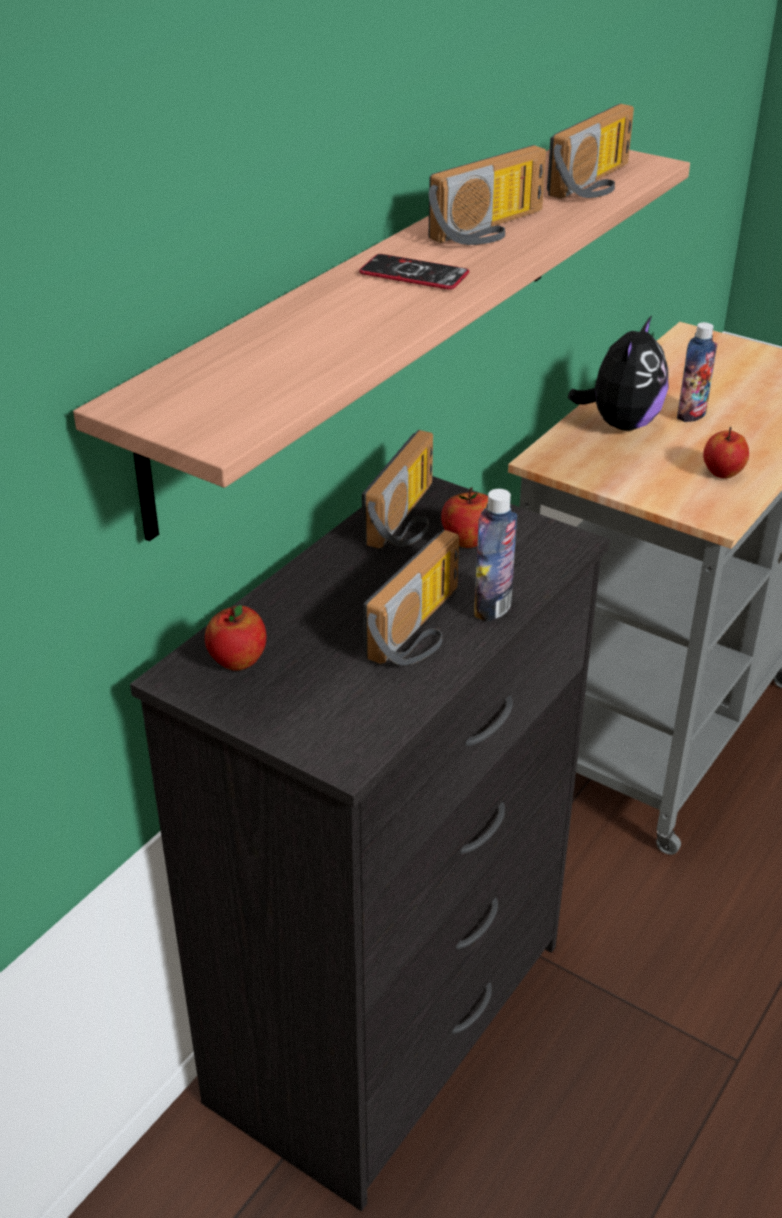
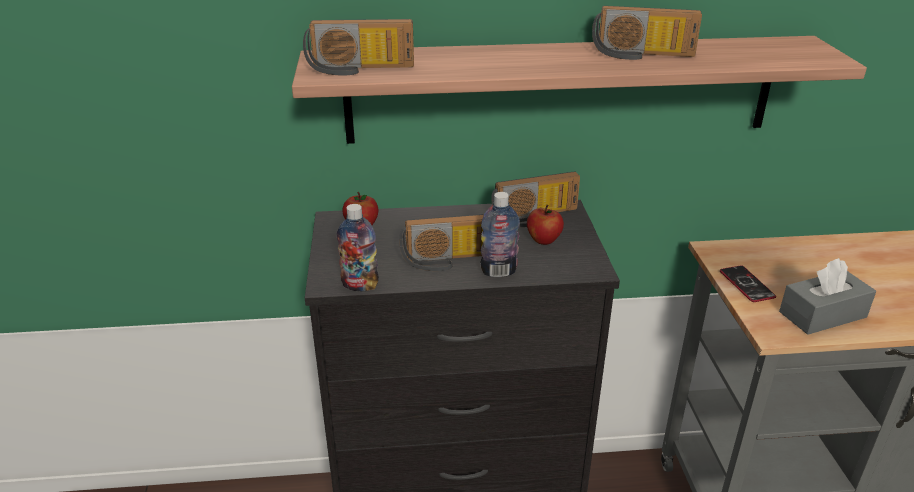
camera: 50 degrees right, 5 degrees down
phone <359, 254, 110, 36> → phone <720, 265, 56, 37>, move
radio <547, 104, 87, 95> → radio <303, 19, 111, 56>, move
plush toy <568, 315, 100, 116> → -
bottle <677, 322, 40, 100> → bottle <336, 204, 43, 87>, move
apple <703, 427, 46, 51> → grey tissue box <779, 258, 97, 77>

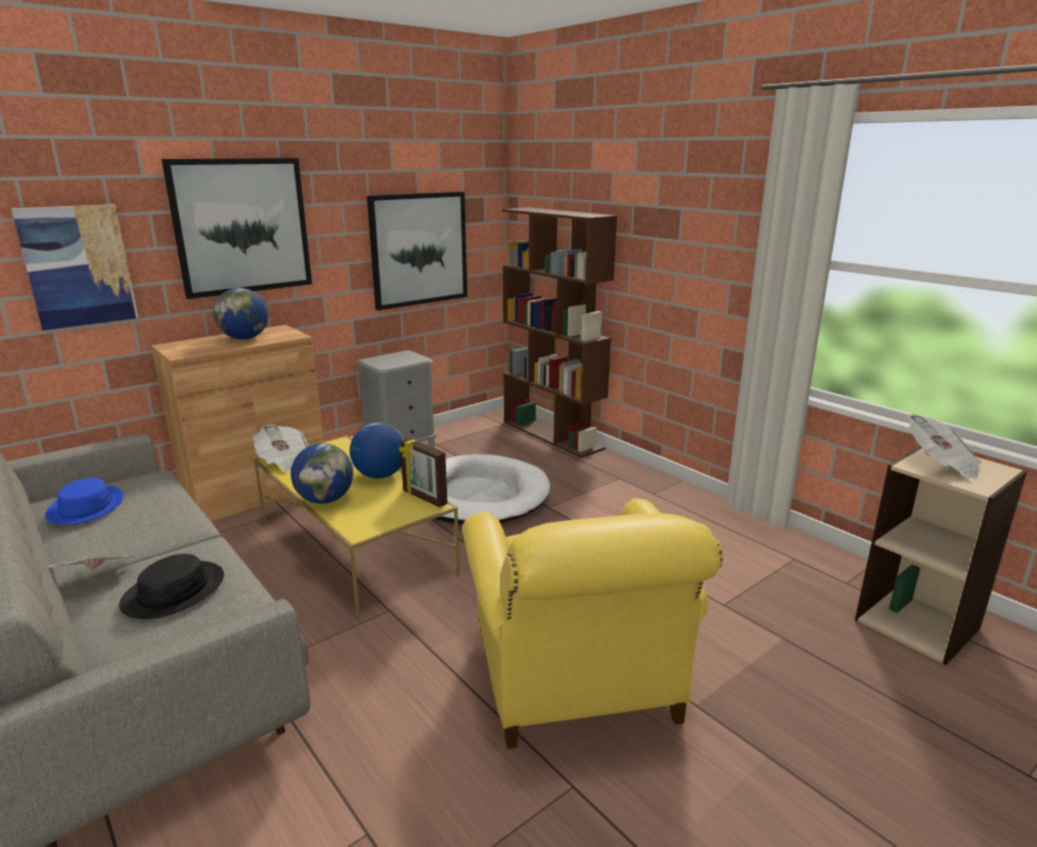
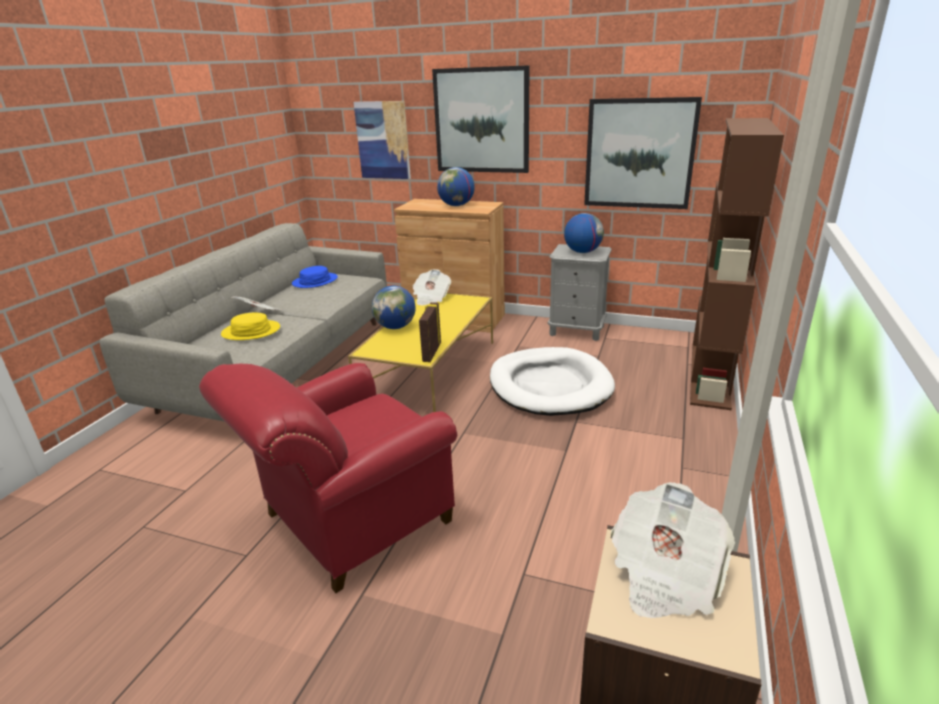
camera: 60 degrees right, 5 degrees up
black hat <119, 554, 105, 65> → yellow hat <221, 313, 59, 27>
globe <350, 422, 54, 56> → globe <564, 213, 40, 40>, move
yellow armchair <462, 498, 261, 251> → red armchair <199, 363, 258, 230>

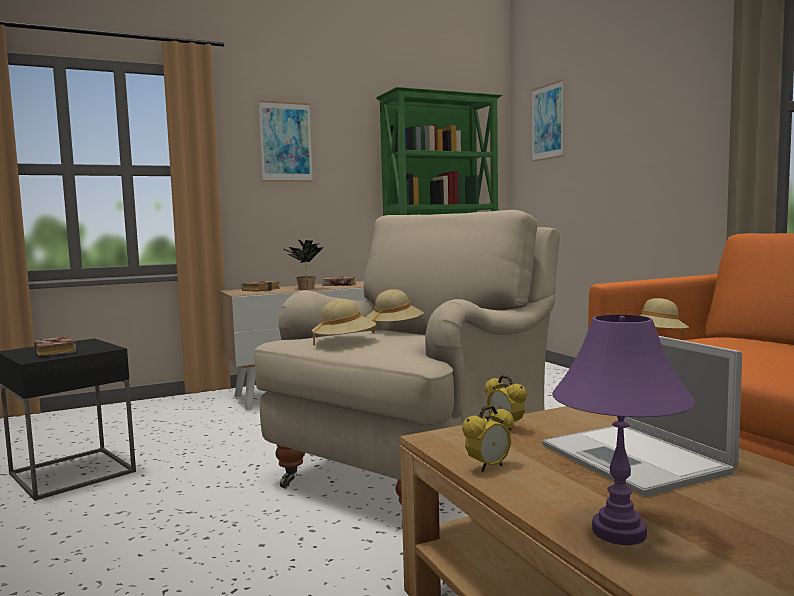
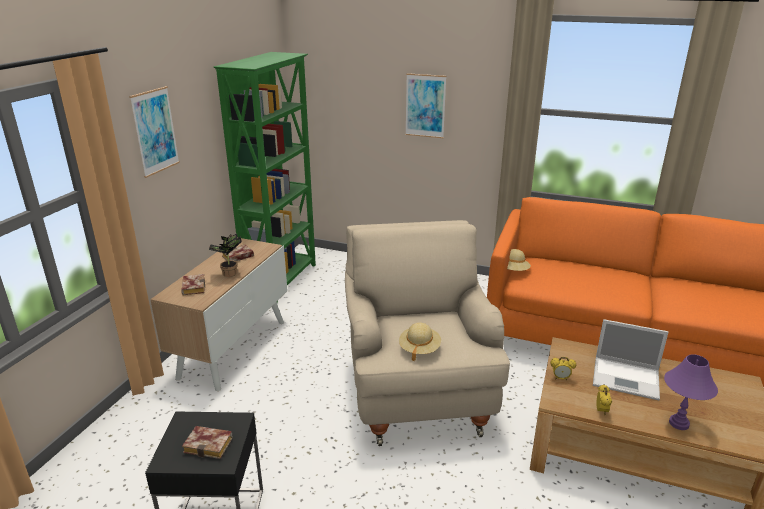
camera: 45 degrees left, 20 degrees up
beige hat <366, 289, 58, 44> → -
picture <532, 79, 32, 83> → picture <405, 73, 41, 65>, move

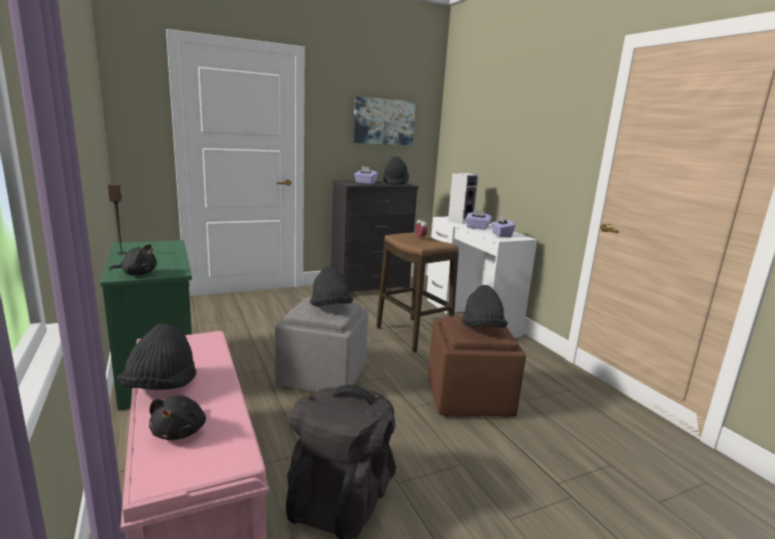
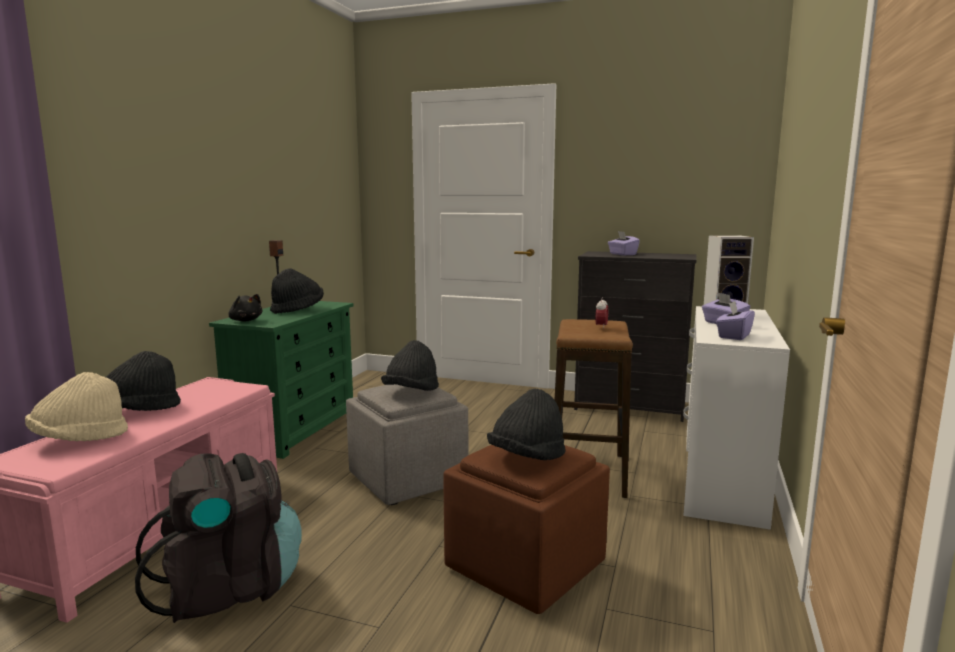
camera: 45 degrees right, 5 degrees down
black plush toy <149, 395, 57, 45> → beige hat <25, 372, 103, 69>
picture <353, 96, 63, 50> → -
black hat <383, 156, 26, 29> → black hat <270, 268, 54, 46>, move

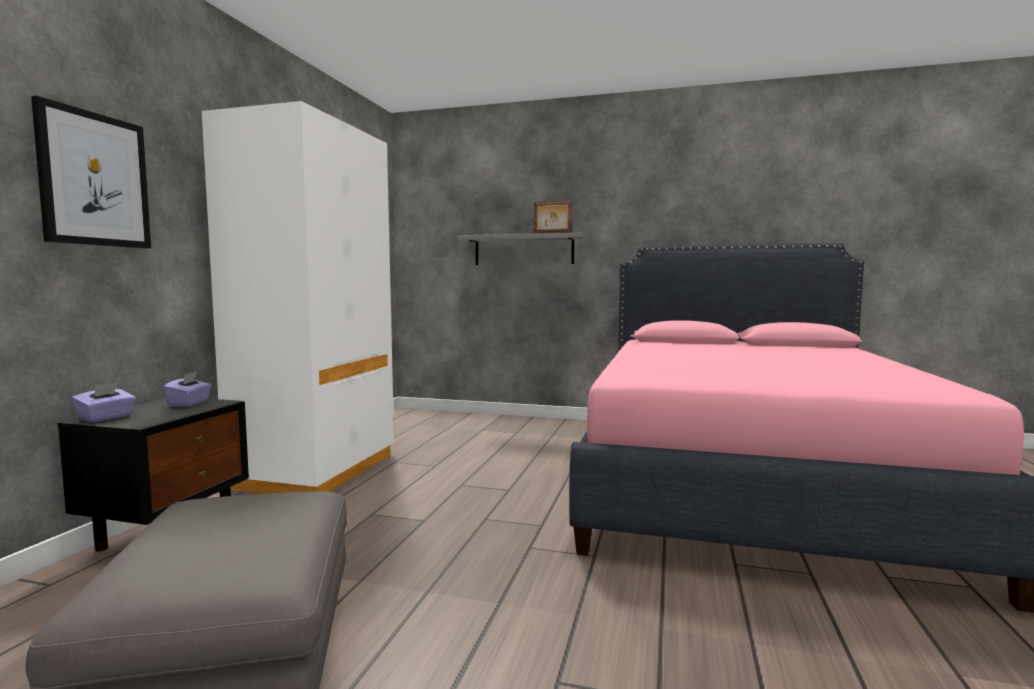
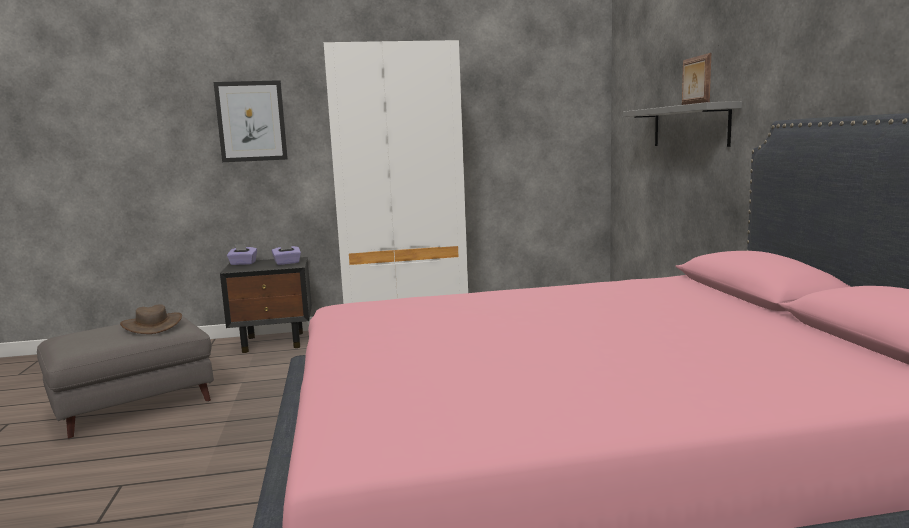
camera: 65 degrees right, 5 degrees up
- → brown hat <120, 304, 62, 30>

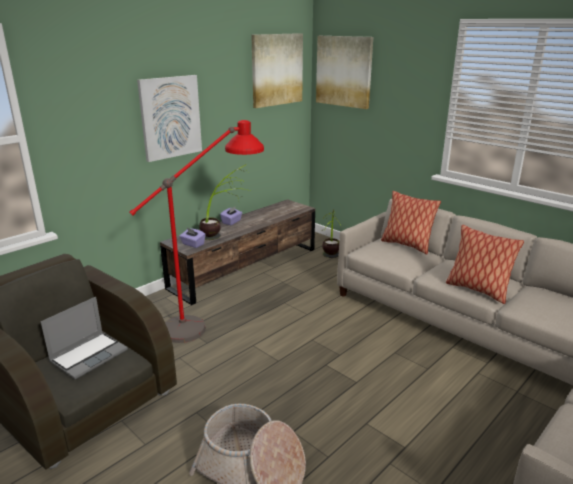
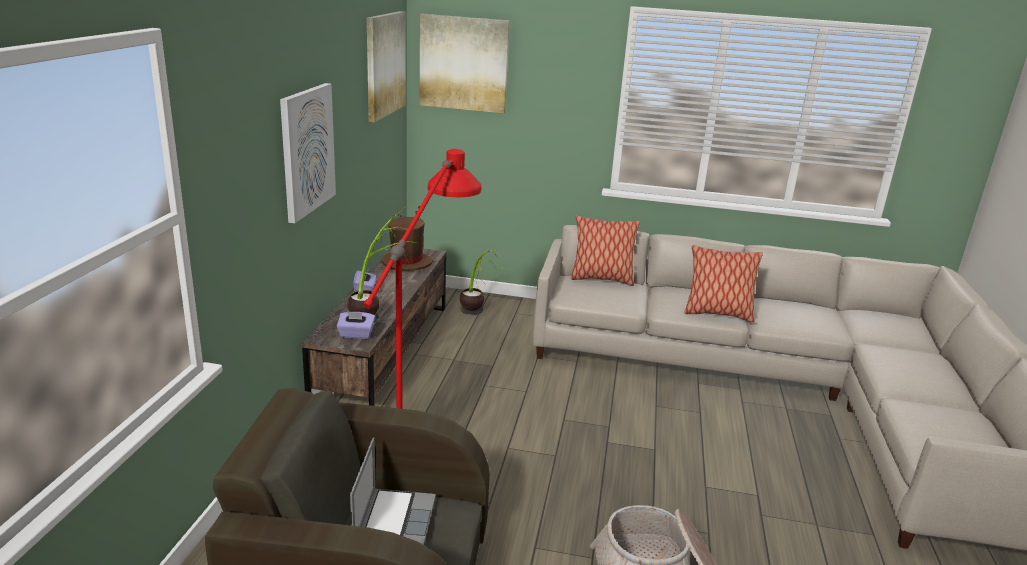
camera: 35 degrees left, 0 degrees up
- → brown hat <381, 217, 52, 54>

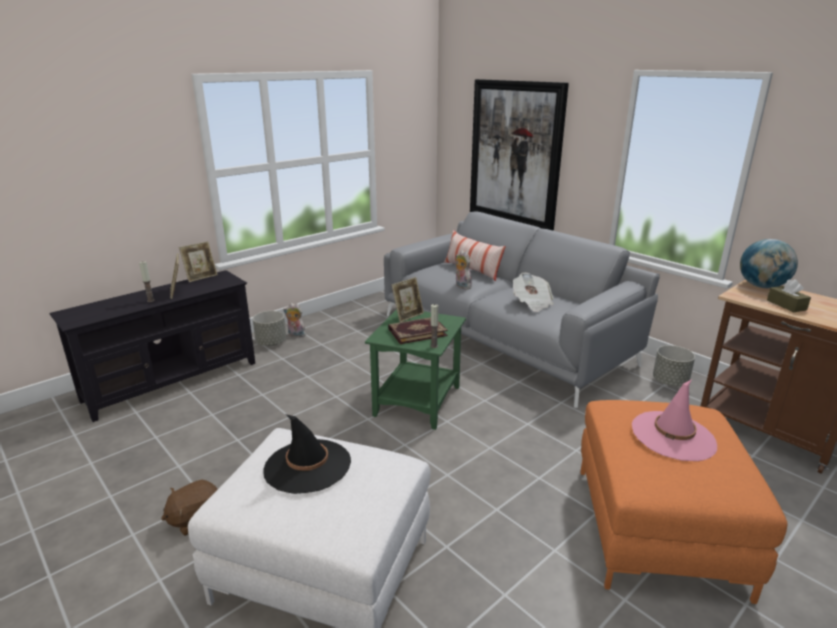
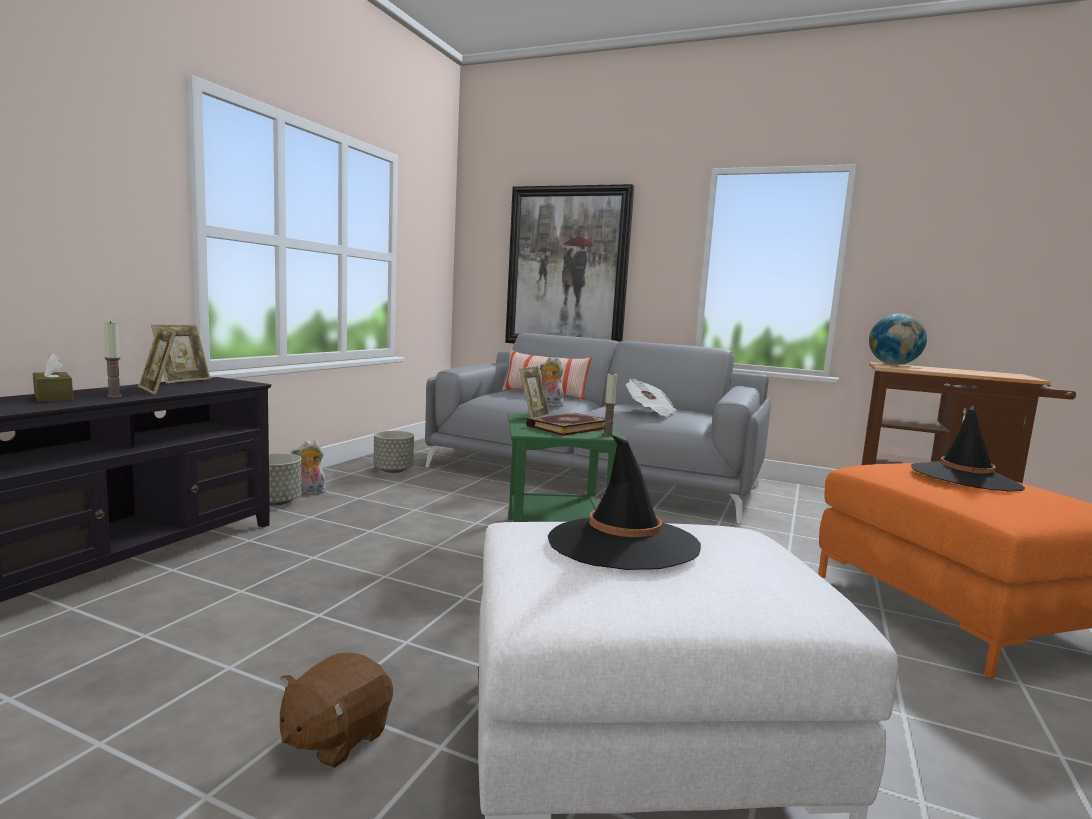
camera: 25 degrees left, 15 degrees down
pink hat <632, 380, 85, 81> → black hat <911, 405, 114, 87>
grey planter <653, 345, 42, 41> → grey planter <374, 431, 40, 42>, move
brown tissue box <767, 279, 44, 33> → brown tissue box <33, 354, 40, 48>, move

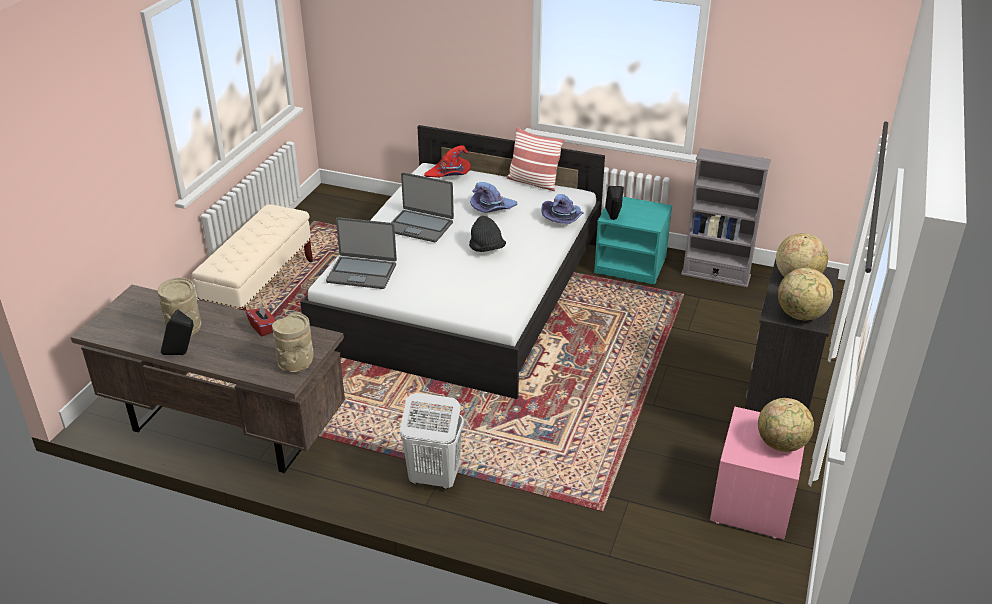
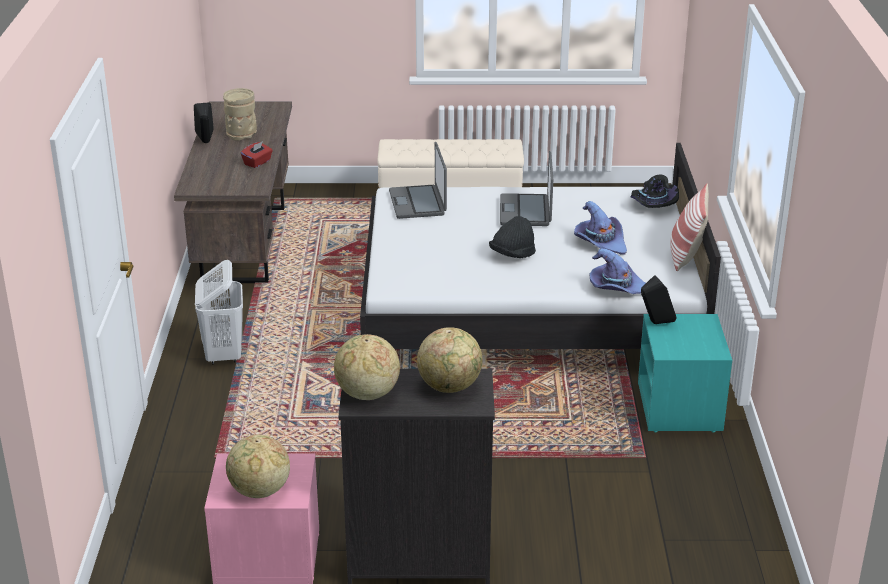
camera: 70 degrees right, 5 degrees down
beige vase <272, 312, 41, 61> → -
red hat <424, 145, 47, 33> → black hat <630, 174, 49, 34>
grey bookcase <681, 148, 90, 139> → -

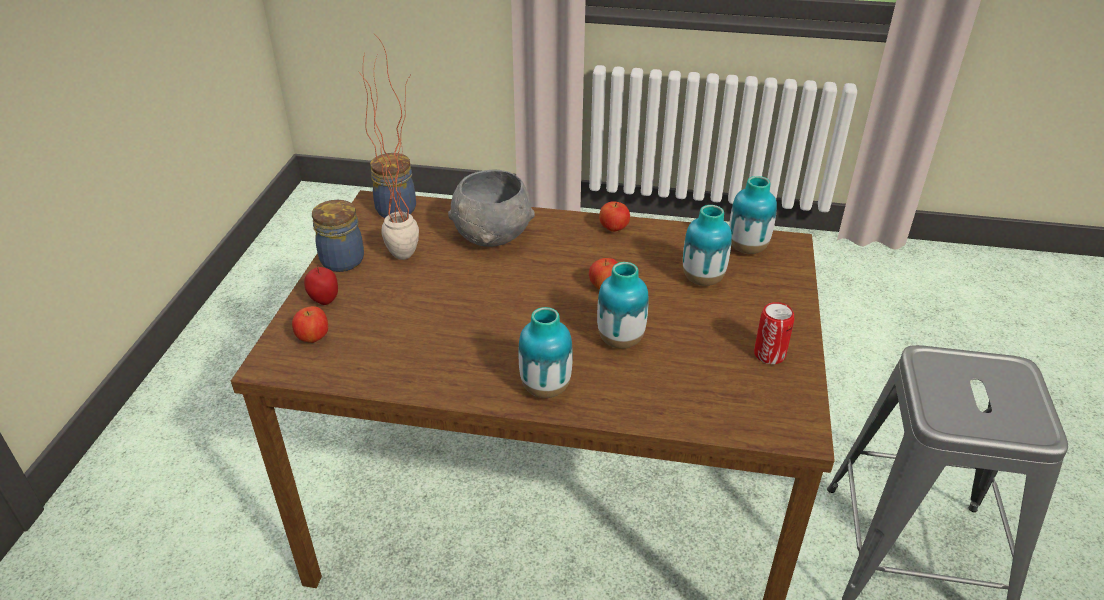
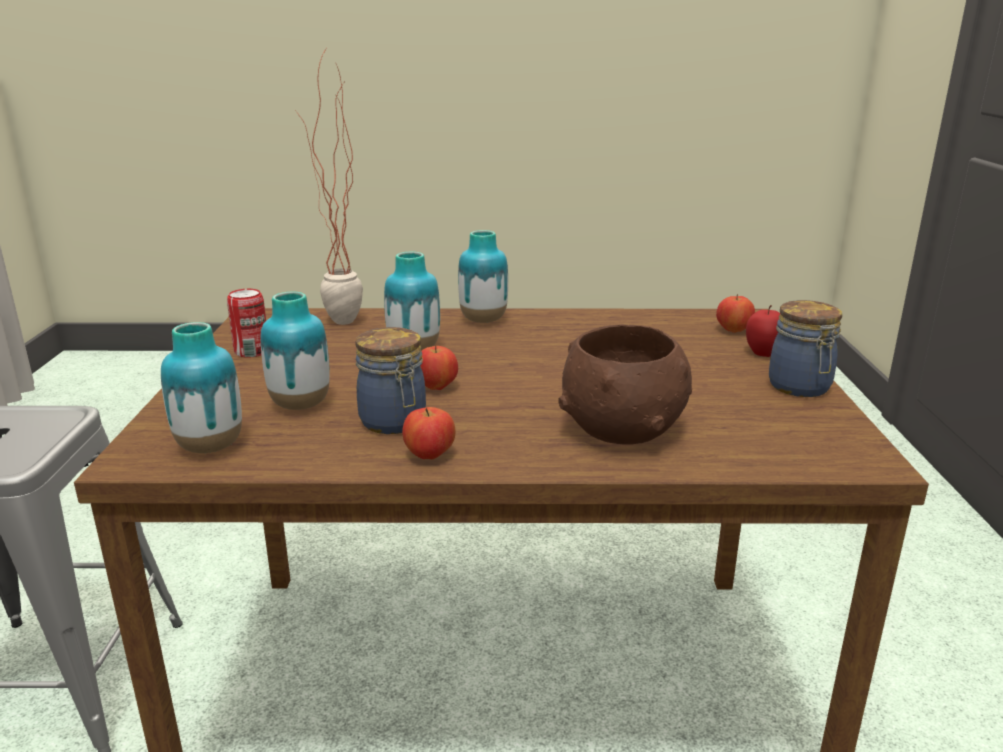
camera: 170 degrees right, 15 degrees down
potted plant <359, 32, 60, 228> → potted plant <295, 49, 68, 276>, move
jar <370, 153, 46, 65> → jar <355, 327, 71, 107>, move
grey bowl <448, 169, 87, 78> → brown bowl <558, 324, 134, 121>

